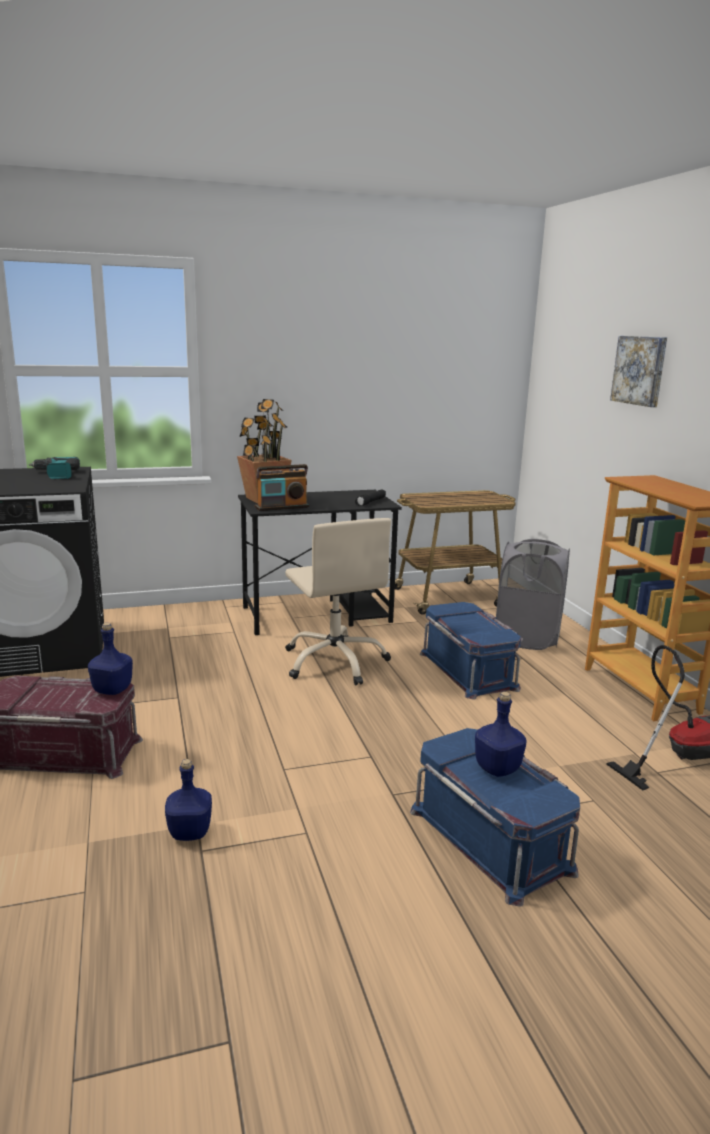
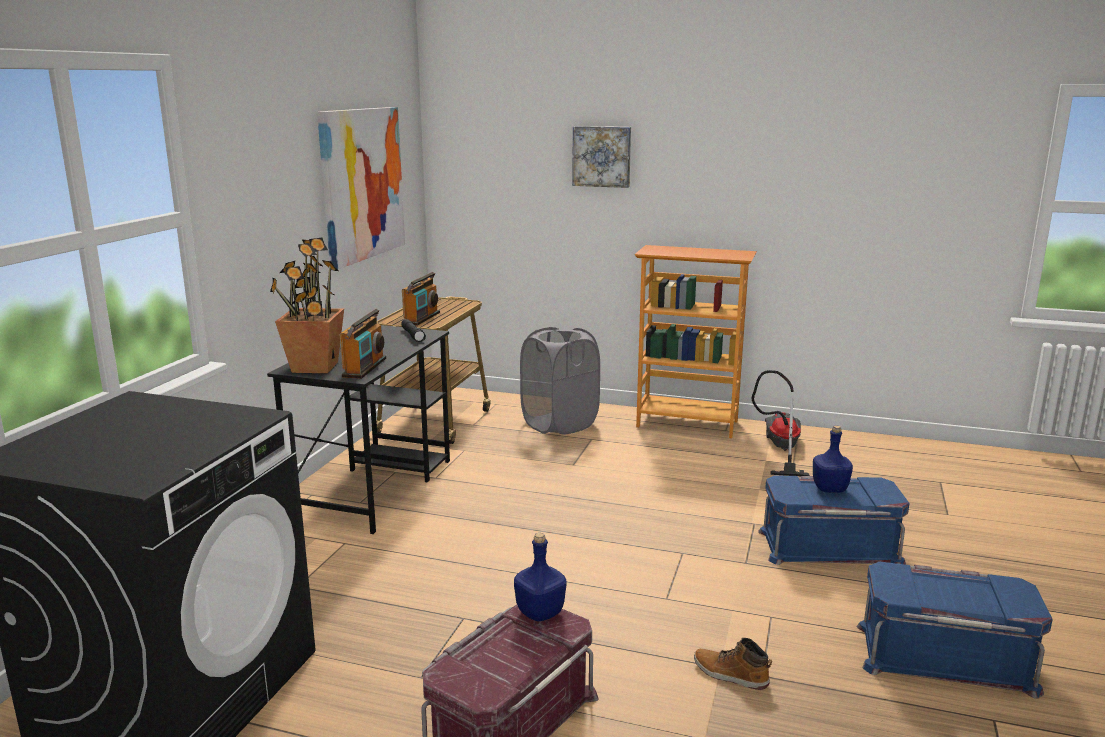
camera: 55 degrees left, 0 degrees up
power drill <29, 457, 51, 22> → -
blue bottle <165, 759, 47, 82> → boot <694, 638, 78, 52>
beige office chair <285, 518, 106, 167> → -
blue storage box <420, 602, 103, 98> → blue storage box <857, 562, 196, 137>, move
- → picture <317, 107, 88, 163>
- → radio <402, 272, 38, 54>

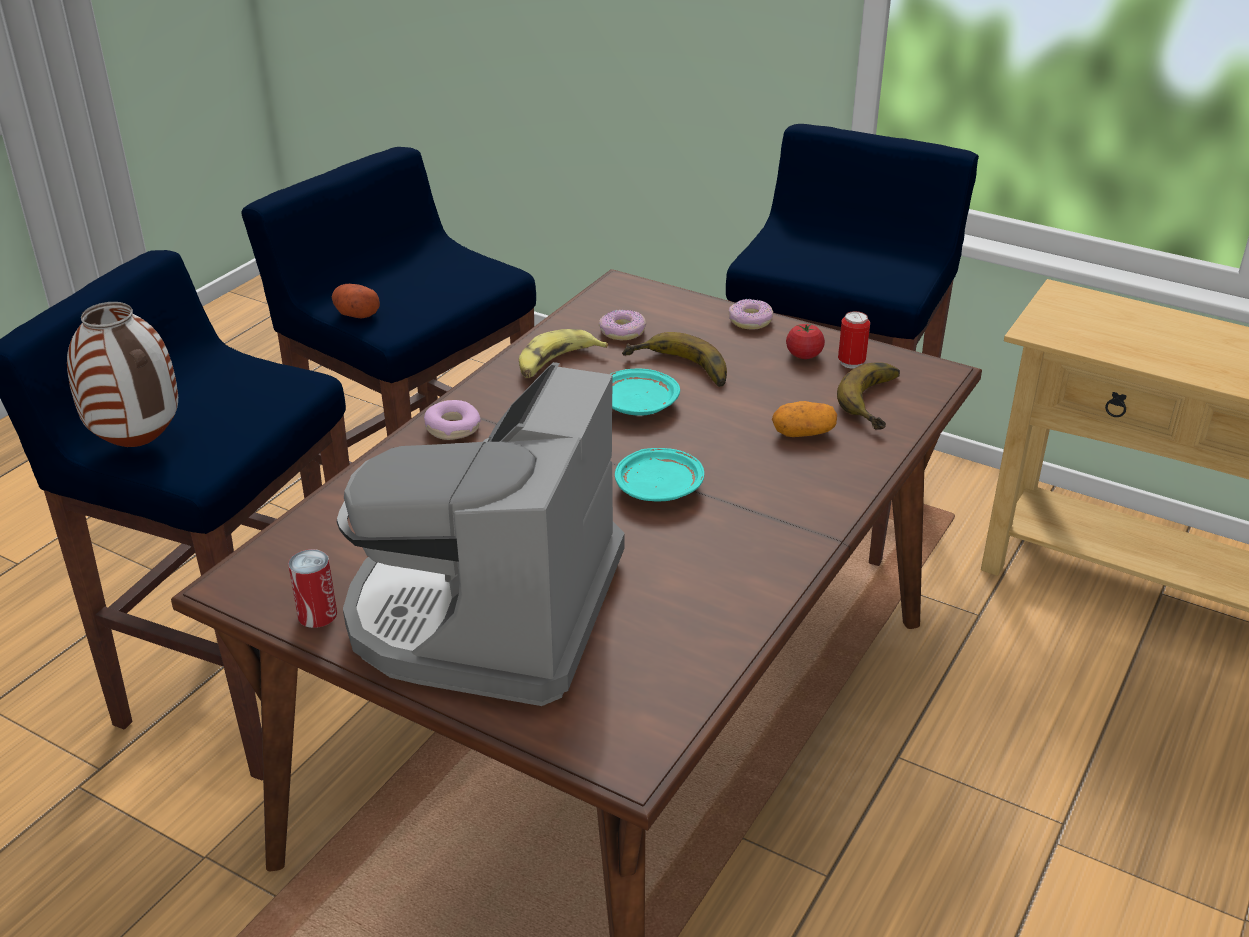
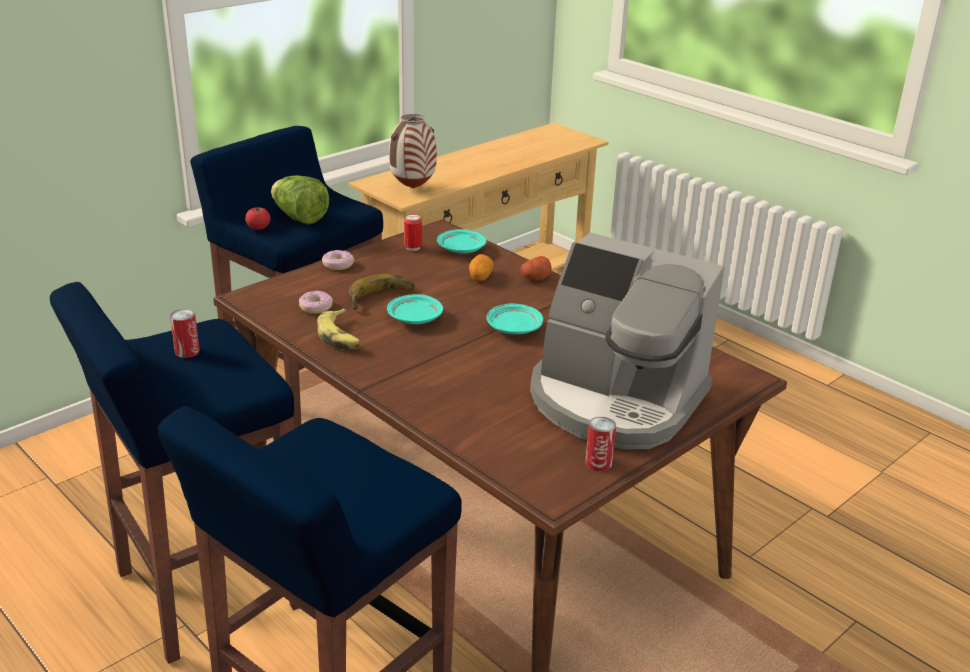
camera: 75 degrees left, 5 degrees down
vase <67, 302, 111, 145> → vase <389, 114, 48, 74>, move
potato <332, 284, 48, 34> → potato <521, 256, 31, 24>, move
donut <424, 400, 57, 40> → -
tomato <786, 324, 39, 35> → tomato <245, 207, 26, 23>, move
banana <837, 362, 63, 68> → turquoise plate <437, 229, 49, 25>
- → can <170, 309, 30, 49>
- → lettuce <271, 175, 58, 50>

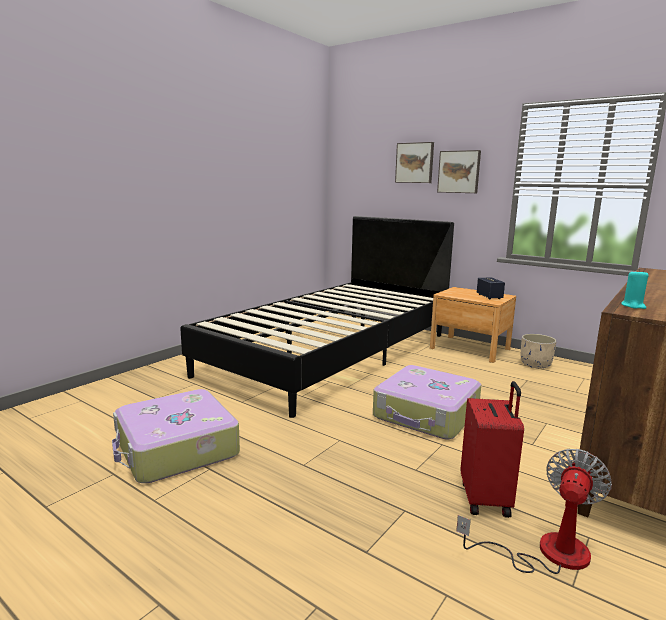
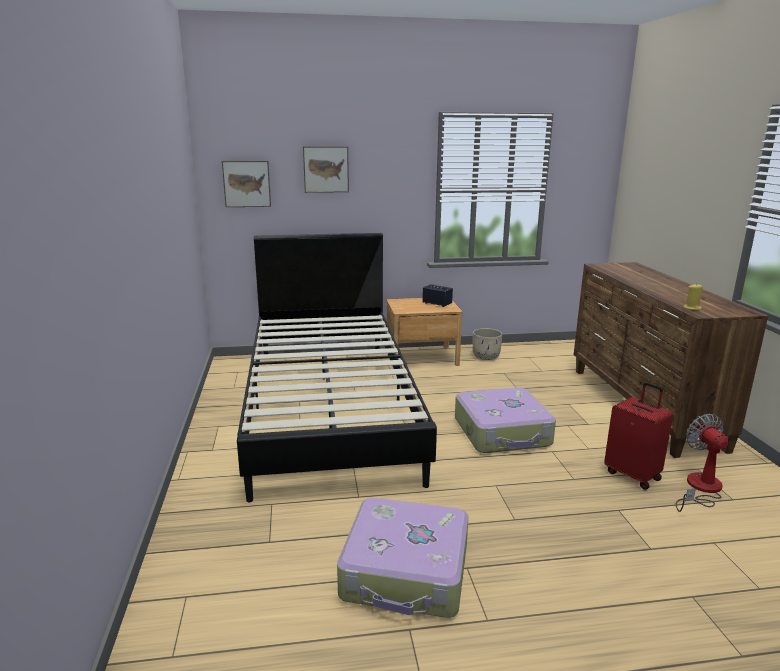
camera: 45 degrees left, 5 degrees up
picture <437, 150, 44, 43> → picture <222, 161, 49, 46>, move
turquoise candle <621, 269, 27, 40> → yellow candle <684, 284, 19, 26>

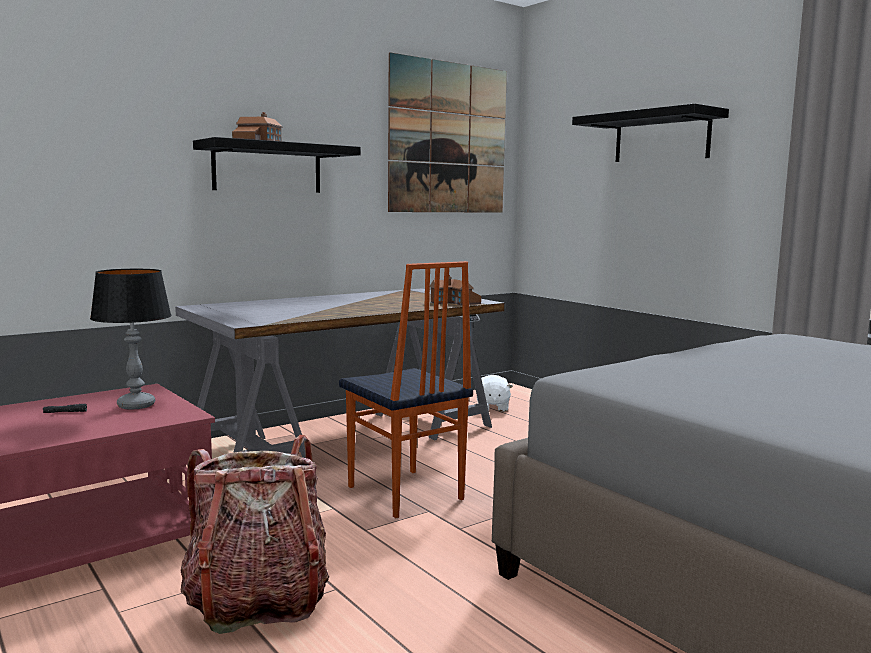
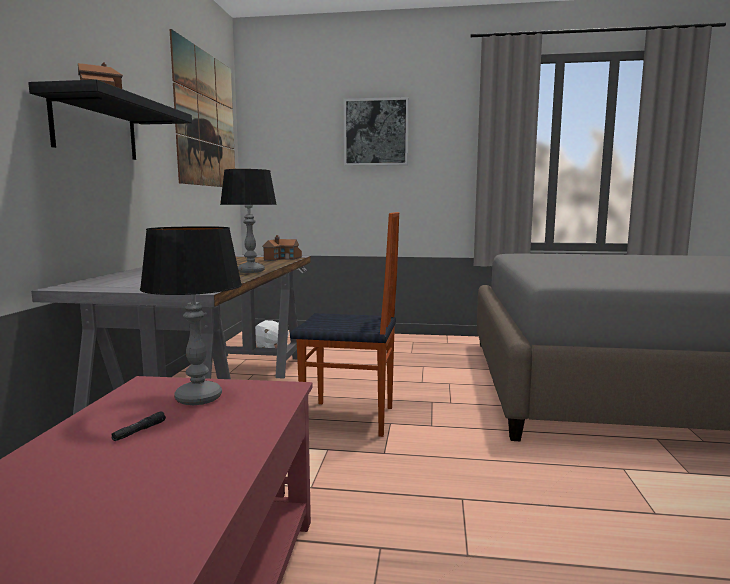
camera: 45 degrees left, 0 degrees up
backpack <181, 435, 148, 199> → -
black shelf <572, 104, 157, 58> → picture <344, 97, 65, 69>
- → table lamp <220, 169, 57, 104>

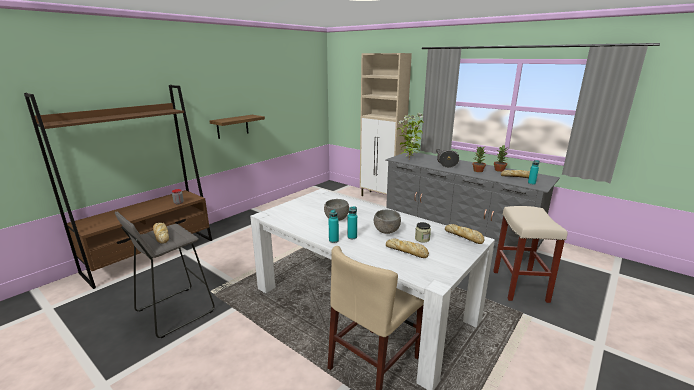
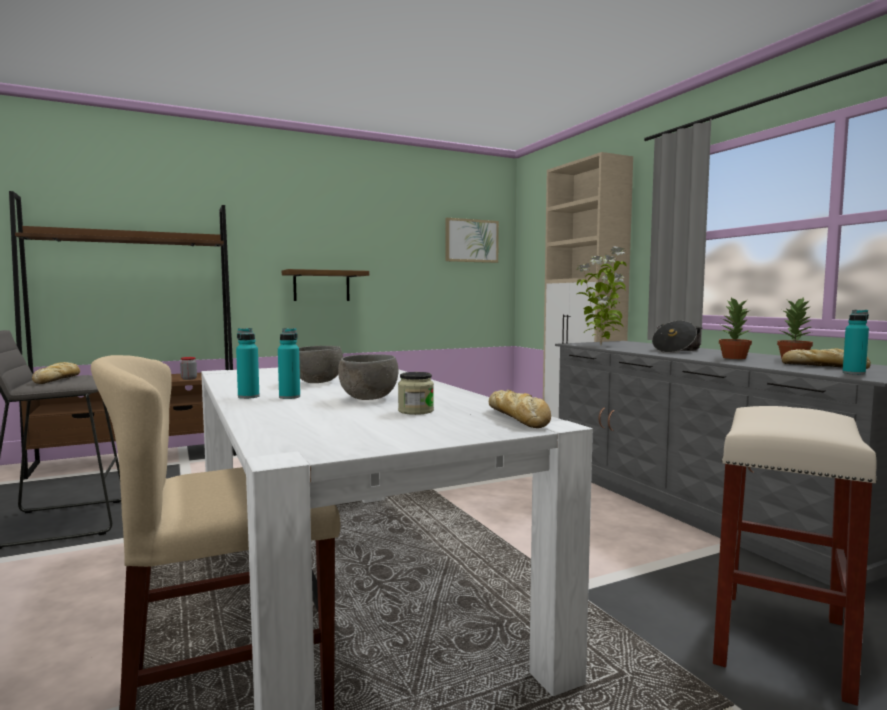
camera: 25 degrees right, 15 degrees down
bread <386, 238, 43, 20> → -
- → picture <445, 218, 54, 45>

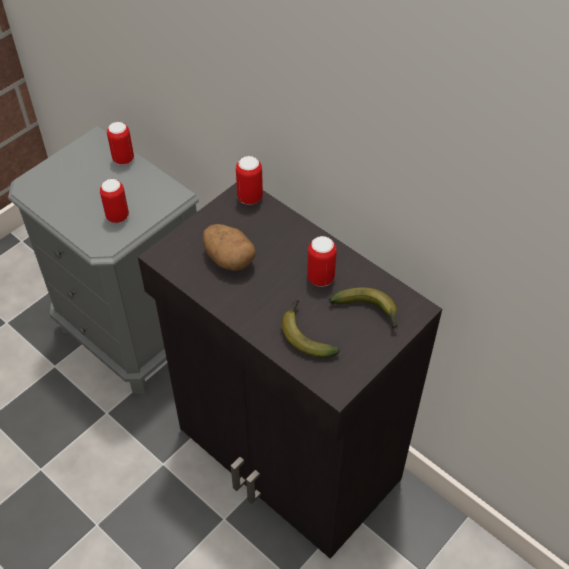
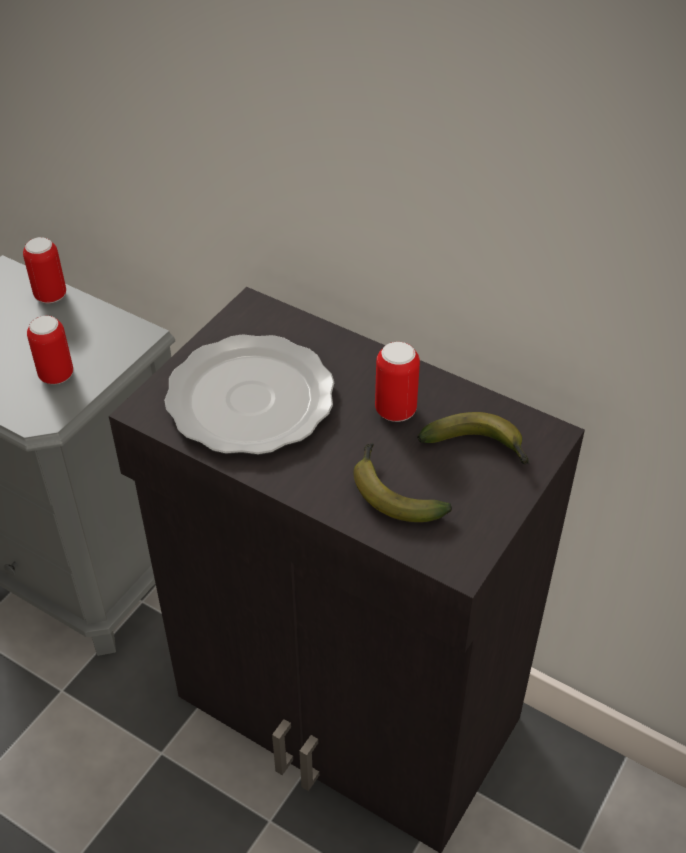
camera: 10 degrees left, 5 degrees down
potato <203, 224, 53, 47> → plate <164, 334, 170, 121>
can <236, 156, 27, 49> → -

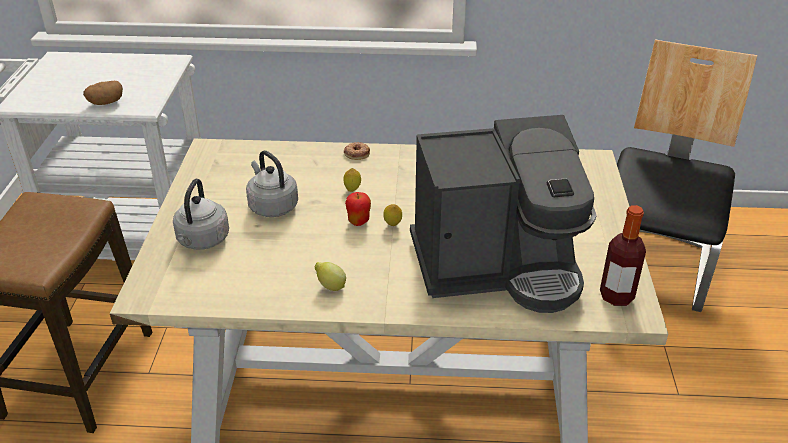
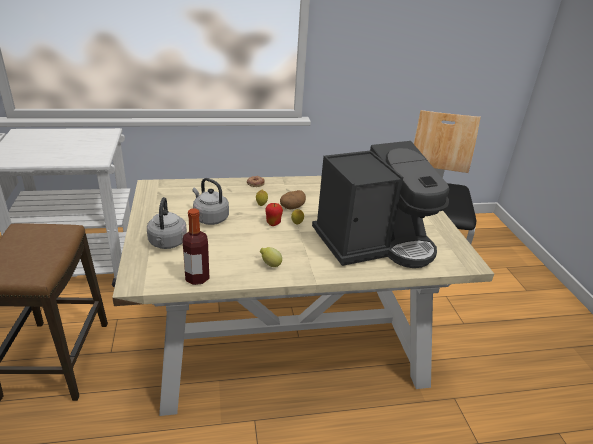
camera: 15 degrees left, 5 degrees down
potato <83, 81, 40, 24> → potato <280, 190, 26, 19>, move
bottle <600, 205, 46, 101> → bottle <182, 208, 27, 77>, move

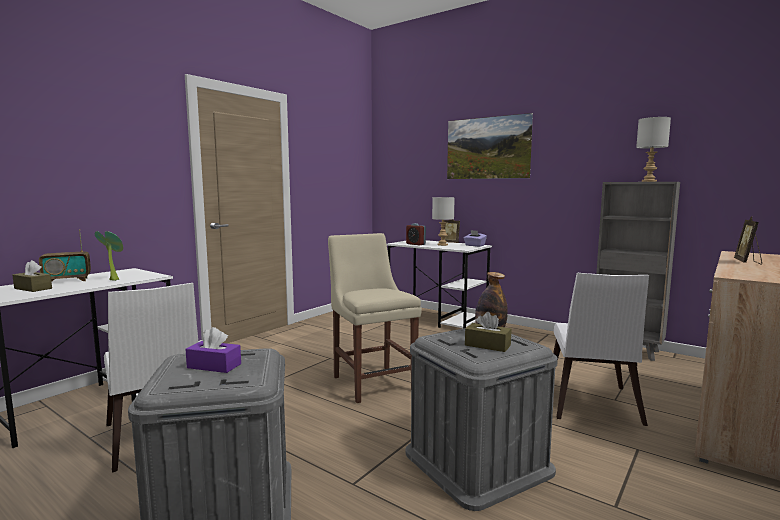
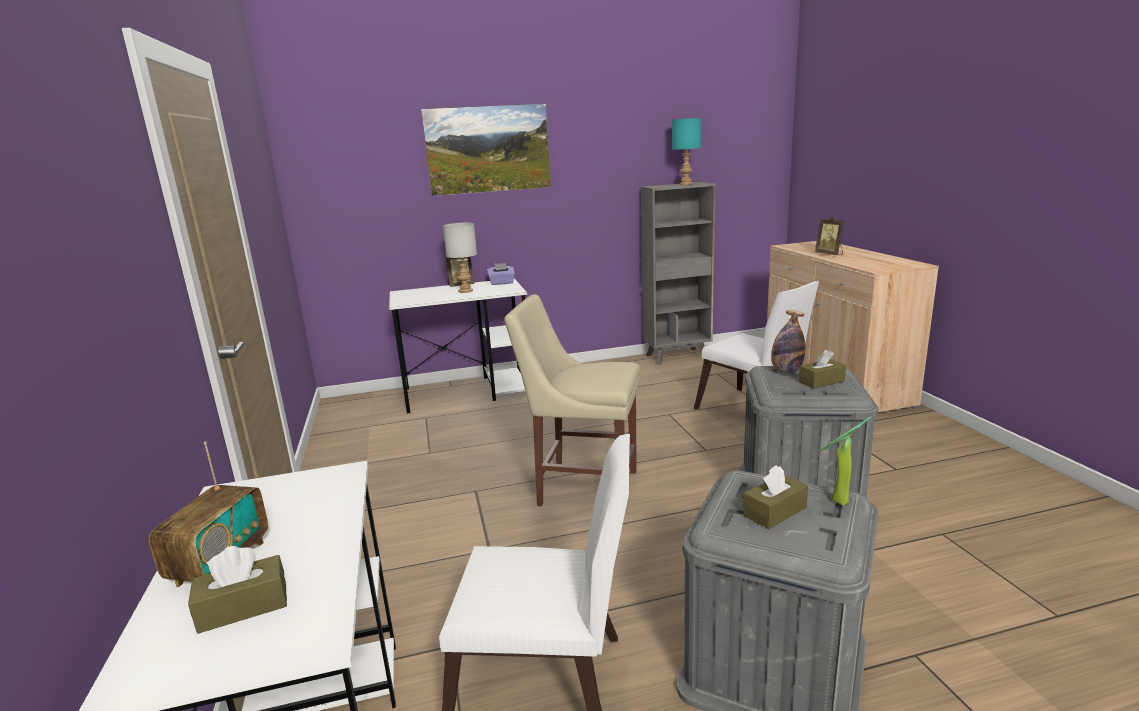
camera: 50 degrees left, 10 degrees up
potted plant <95, 231, 28, 50> → potted plant <817, 416, 55, 90>, move
purple tissue box <185, 327, 56, 46> → brown tissue box <743, 465, 65, 64>
alarm clock <406, 223, 20, 22> → -
grey table lamp <636, 117, 35, 65> → turquoise table lamp <672, 118, 29, 67>

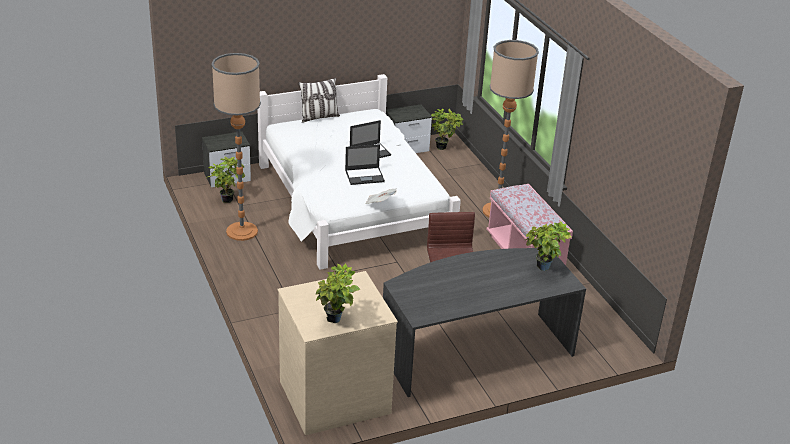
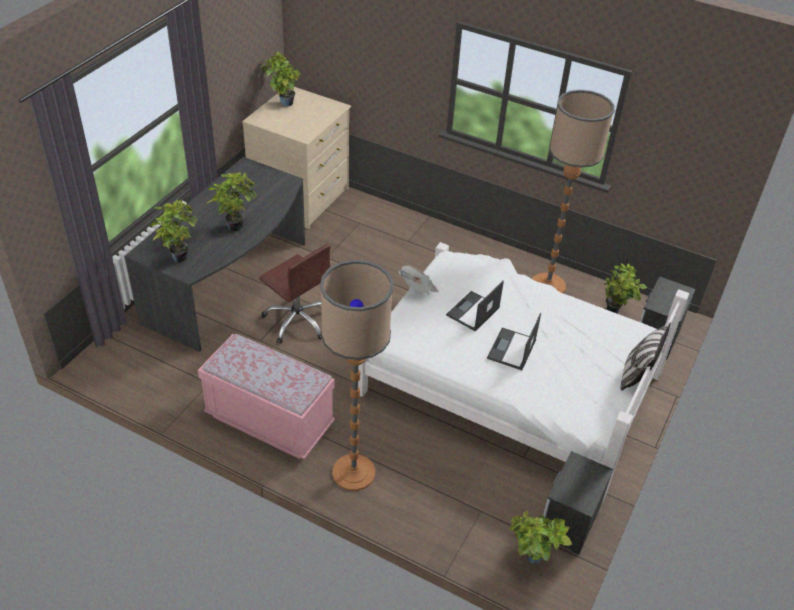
camera: 140 degrees right, 10 degrees up
- → potted plant <206, 172, 51, 59>

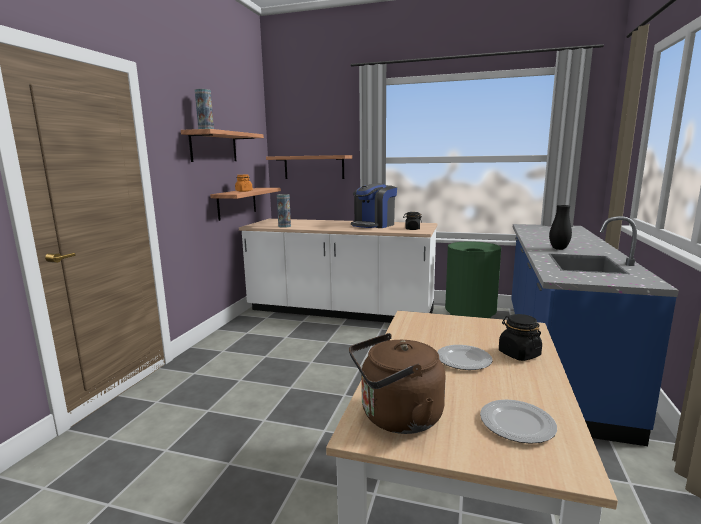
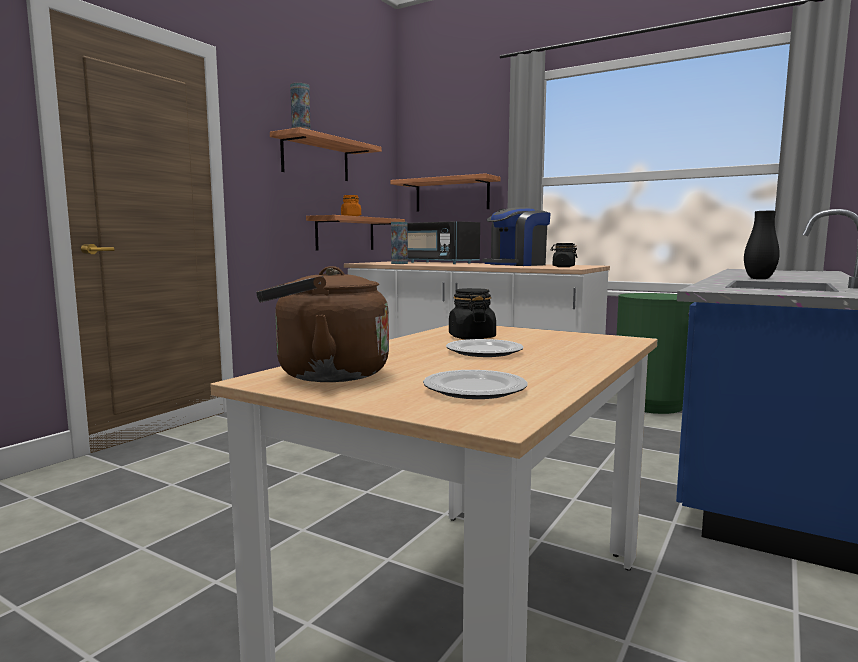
camera: 15 degrees right, 5 degrees down
black jar <499, 314, 43, 47> → black jar <449, 288, 47, 52>, move
- → black microwave <408, 221, 72, 43>

